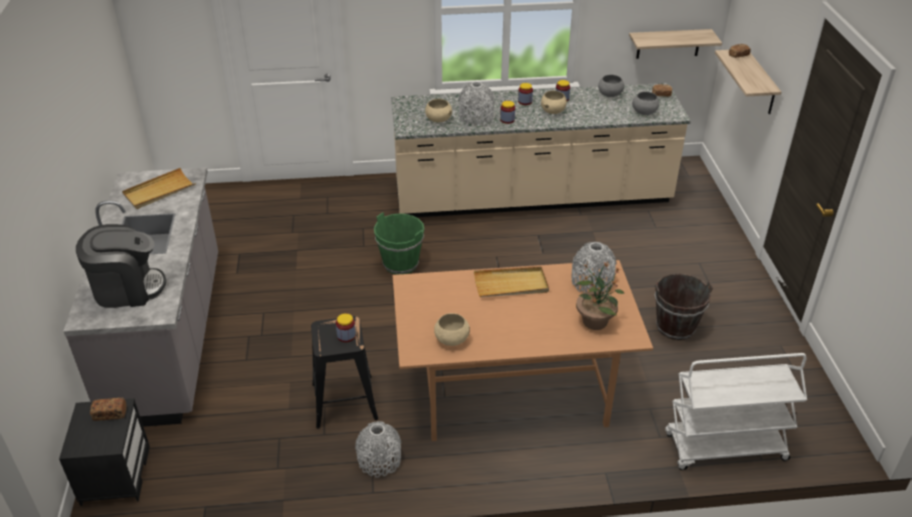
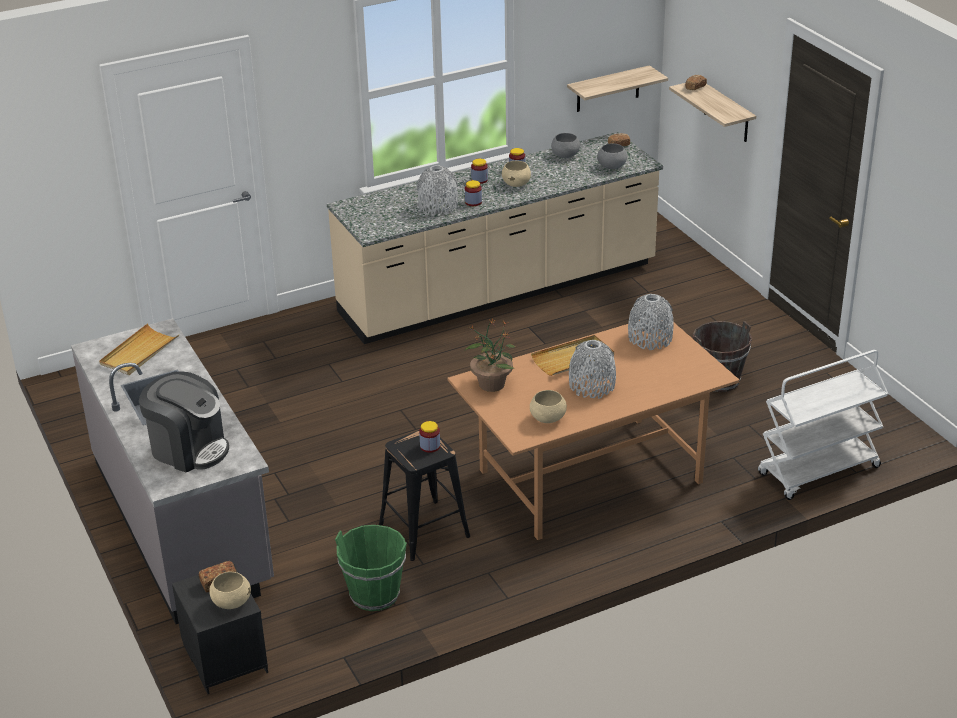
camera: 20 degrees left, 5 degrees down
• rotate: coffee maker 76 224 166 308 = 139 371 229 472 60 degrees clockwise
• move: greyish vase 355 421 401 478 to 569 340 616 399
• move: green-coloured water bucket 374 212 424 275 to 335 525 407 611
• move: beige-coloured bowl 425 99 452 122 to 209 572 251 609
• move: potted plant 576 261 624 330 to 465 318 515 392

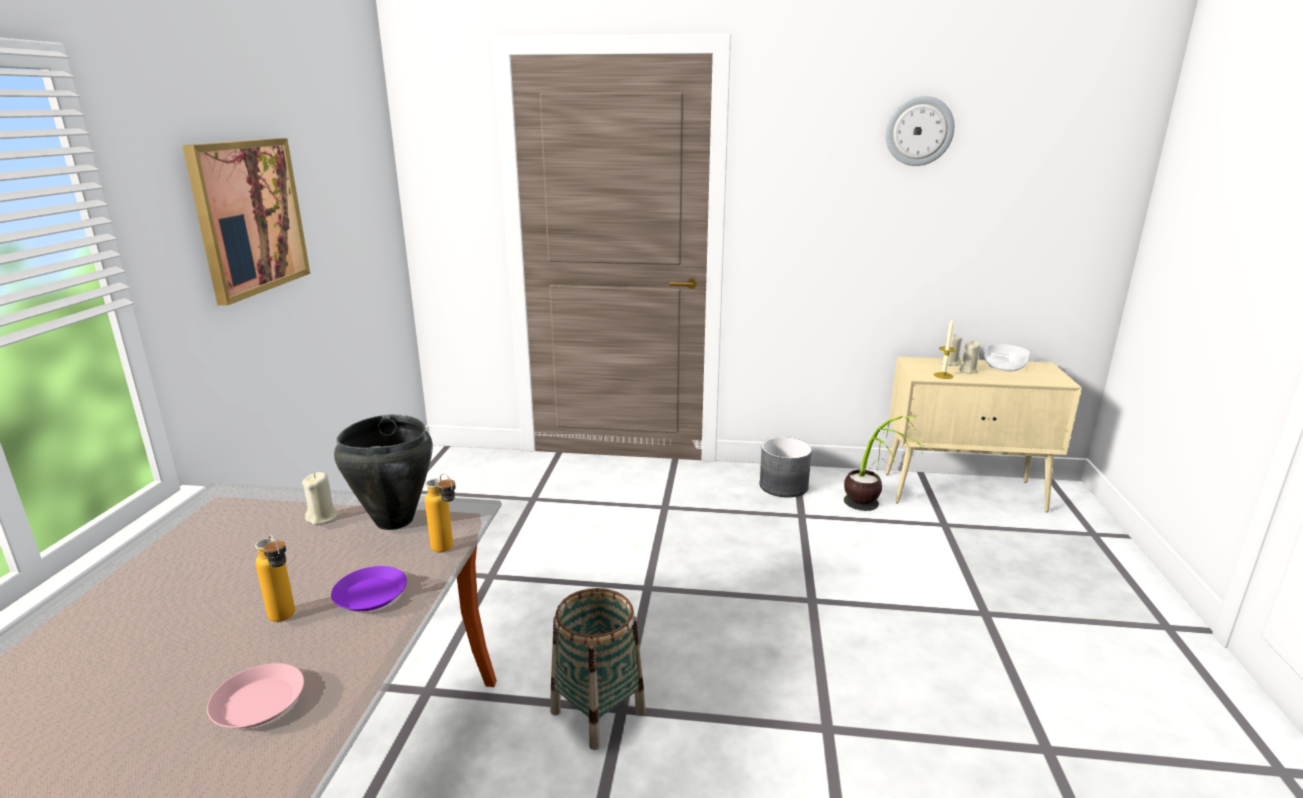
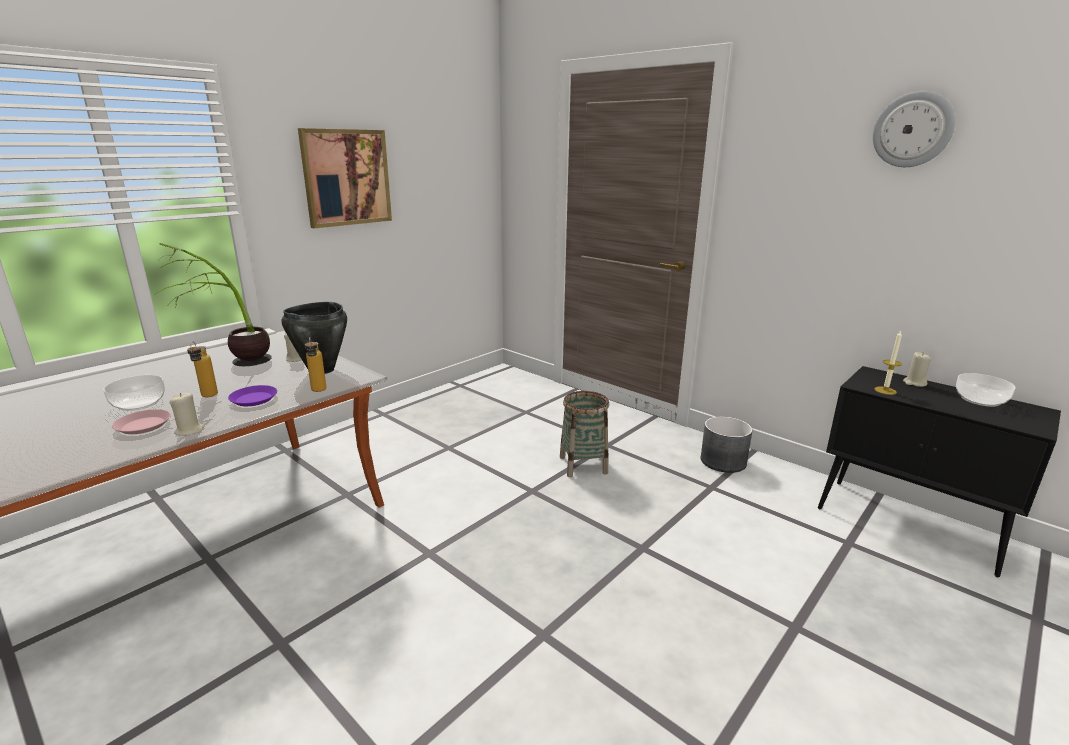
camera: 35 degrees right, 0 degrees up
• move: storage basket 550 588 646 750 to 560 391 609 477
• move: potted plant 844 416 924 511 to 154 243 272 366
• recolor: beige-coloured cabinet 885 357 1082 512 to black cabinet 818 366 1061 578
• move: beige-coloured wax candle 958 341 981 373 to 169 393 204 436
• insert: bowl 103 375 165 411

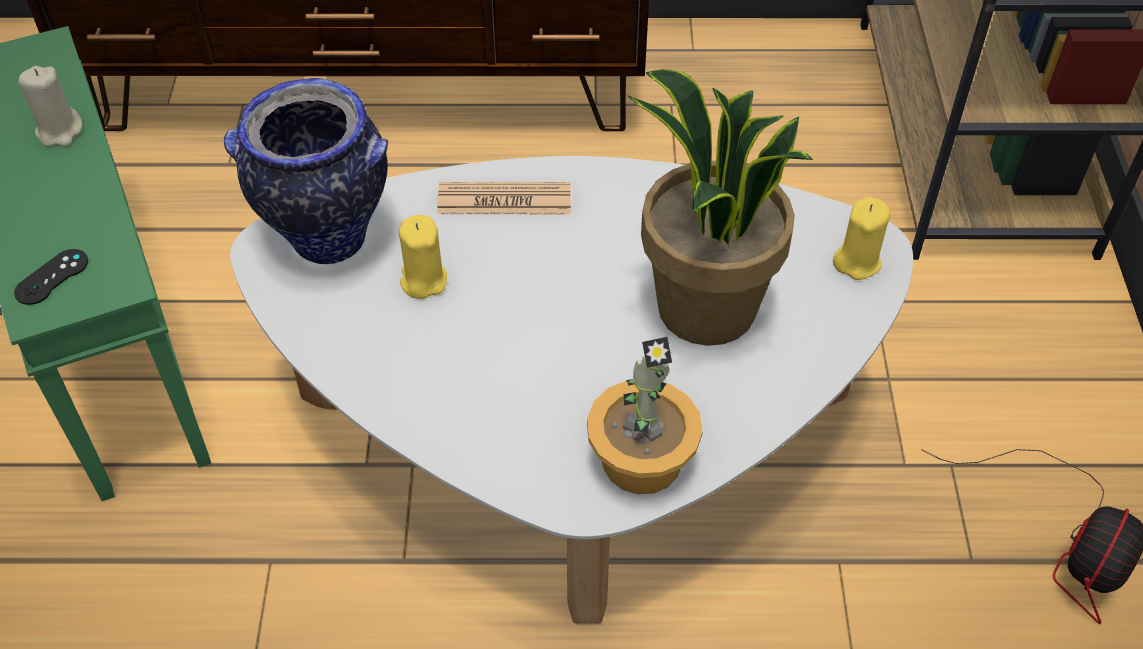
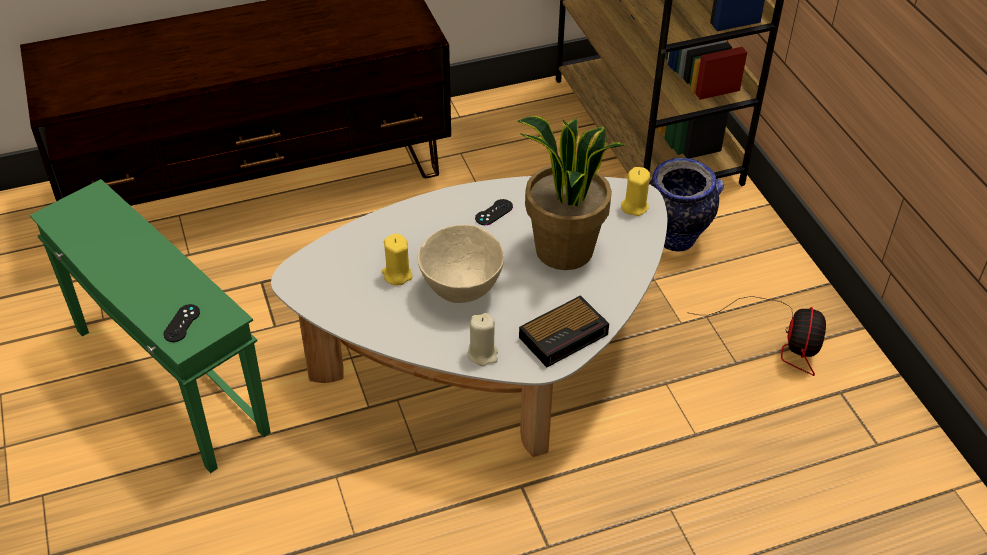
camera: 20 degrees left, 5 degrees down
• move: beige-coloured wax candle 18 66 83 146 to 468 313 498 366
• move: vase 224 78 388 264 to 649 158 724 251
• delete: daily paper 437 182 571 214
• replace: potted plant 587 337 703 494 to table clock 519 295 609 367
• insert: beige-coloured bowl 417 225 504 303
• insert: black gamepad 475 199 513 225

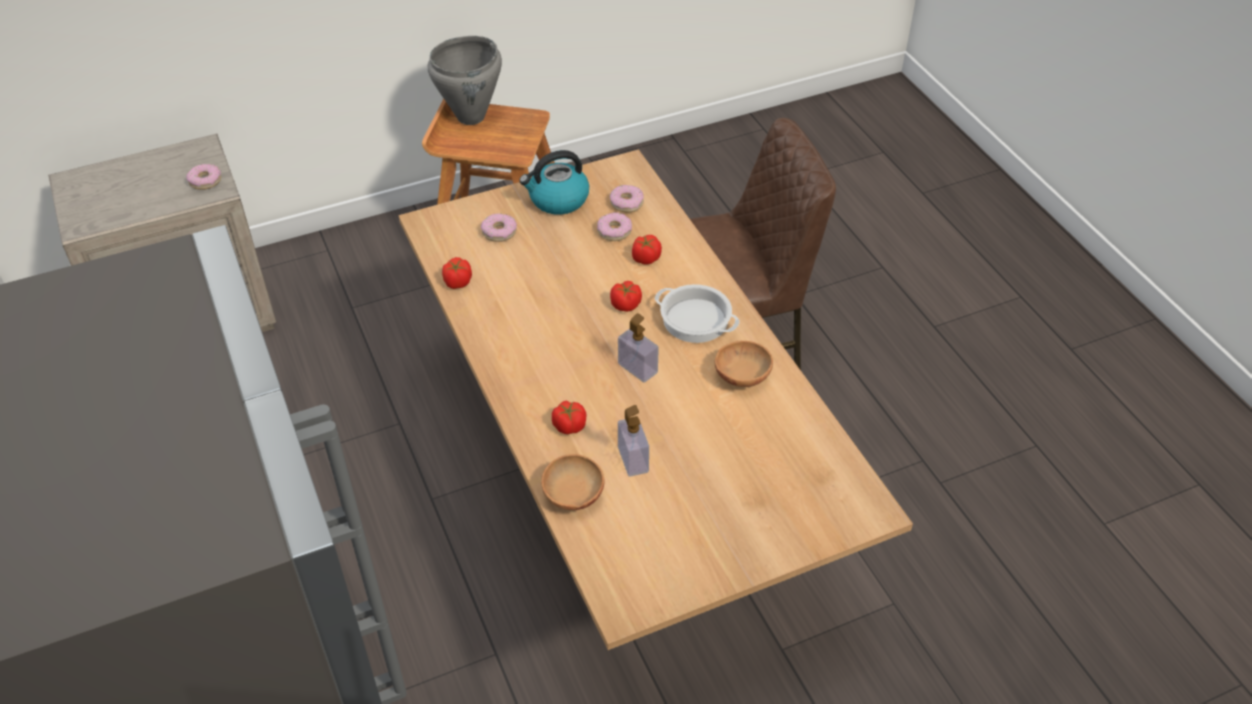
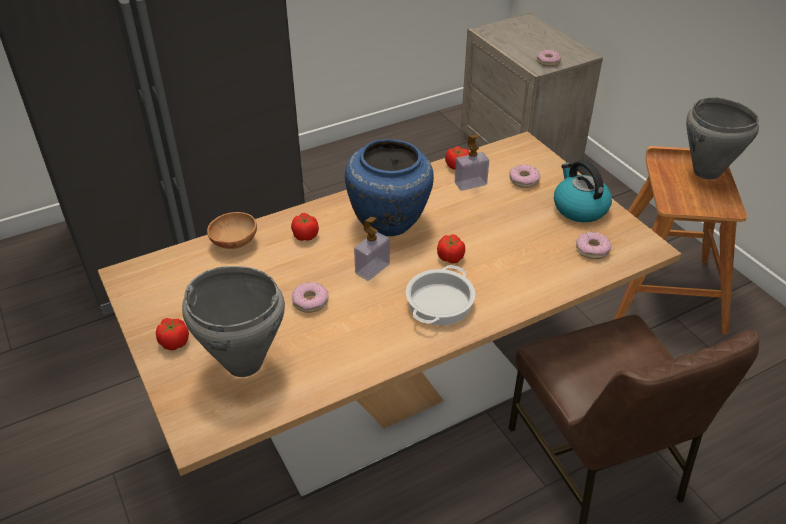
camera: 85 degrees right, 5 degrees down
• move: doughnut 597 212 632 241 to 292 282 329 313
• move: soap dispenser 618 405 649 477 to 455 135 489 191
• move: fresh tomato 632 235 662 264 to 156 318 189 350
• delete: brown-coloured bowl 715 341 773 387
• insert: greyish saucepot 182 266 285 377
• insert: bluish vase 345 139 434 236

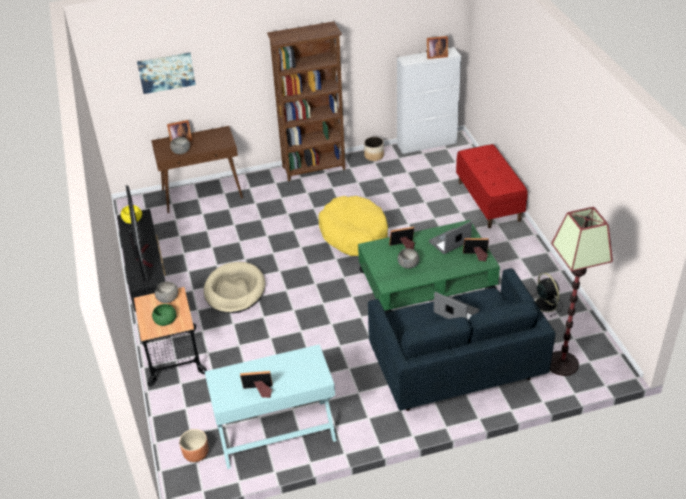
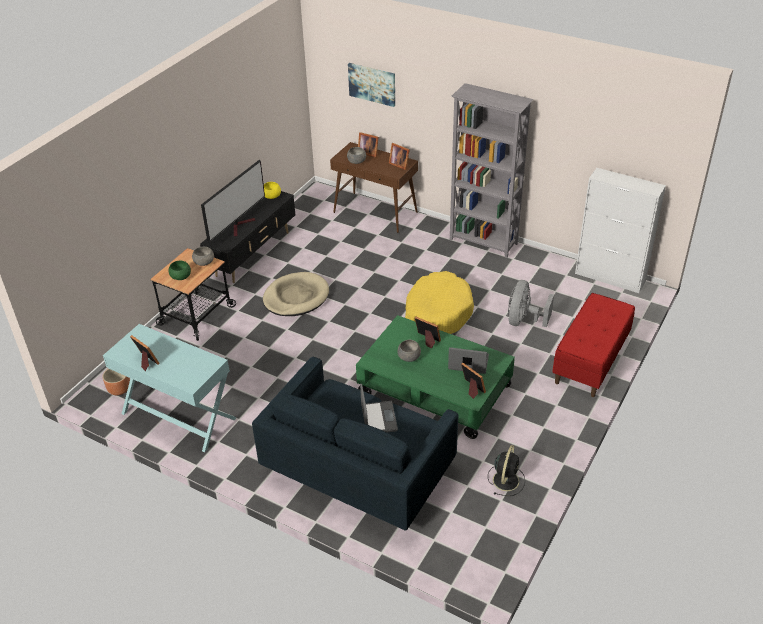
camera: 45 degrees right, 0 degrees up
• recolor: brown-coloured shelving unit 267 21 345 181 to greyish shelving unit 450 83 534 258
• delete: flower pot 364 137 384 161
• move: standing frame 426 36 448 59 to 389 143 410 170
• delete: standard lamp 550 207 613 376
• insert: greyish fan 508 280 554 327

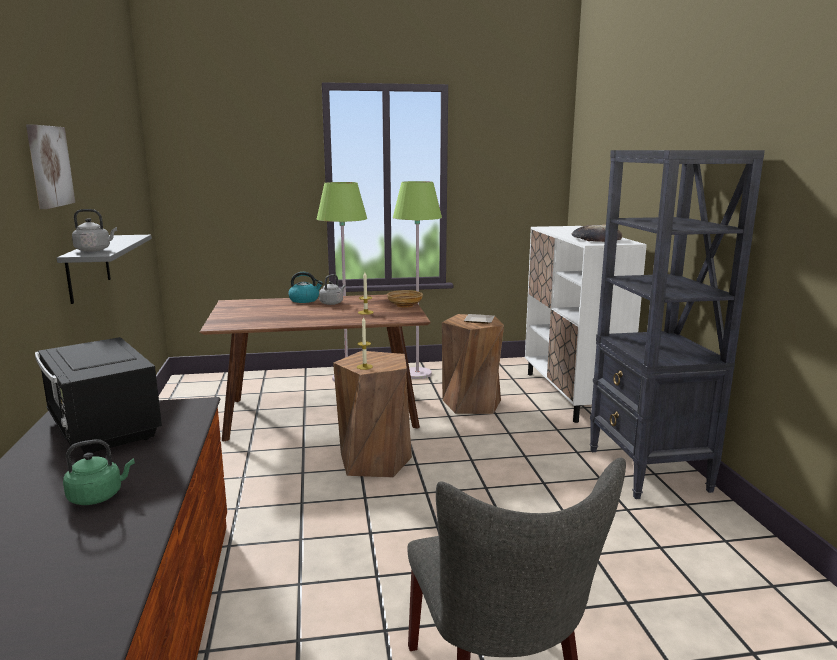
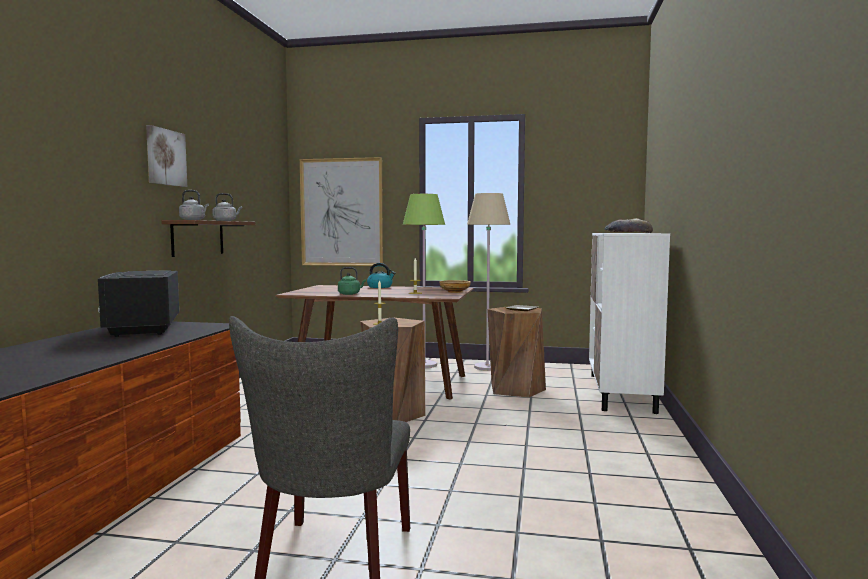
camera: 20 degrees right, 10 degrees down
• recolor: greyish bracket shelf 57 235 152 304 to brown-coloured bracket shelf 161 220 256 257
• move: green-coloured tea kettle 63 439 135 505 to 338 267 366 295
• move: greyish tea kettle 319 274 346 305 to 212 193 243 221
• recolor: green-coloured standard lamp 393 181 442 379 to beige-coloured standard lamp 467 193 511 371
• delete: black shelving unit 590 150 765 499
• insert: picture 300 157 383 266

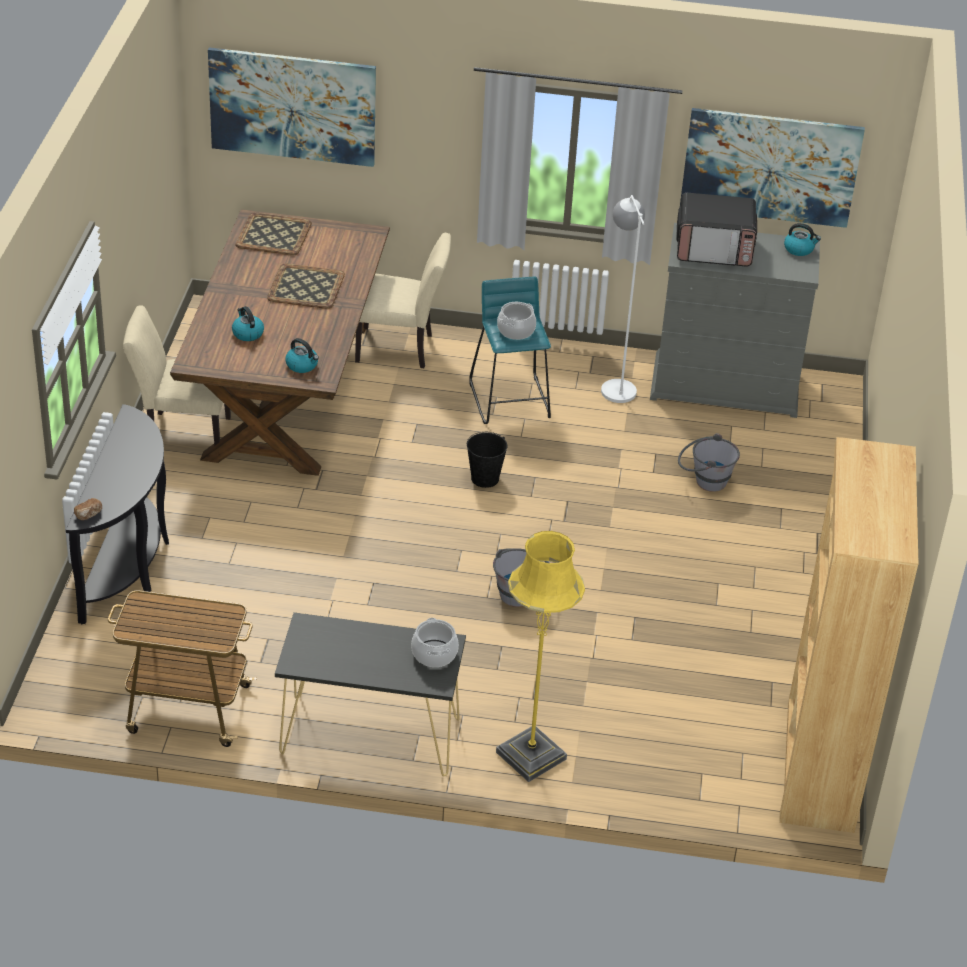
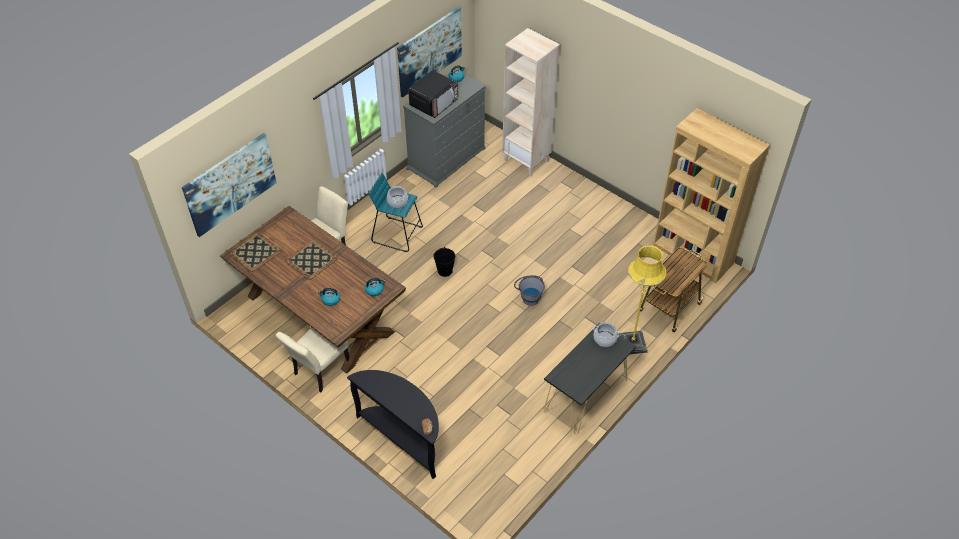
camera: 55 degrees left, 10 degrees up
• move: cart 108 590 257 747 to 640 248 707 332
• delete: white standard lamp 601 195 645 403
• delete: greyish water bucket 678 433 740 492
• insert: beige-coloured shelving unit 502 28 560 176

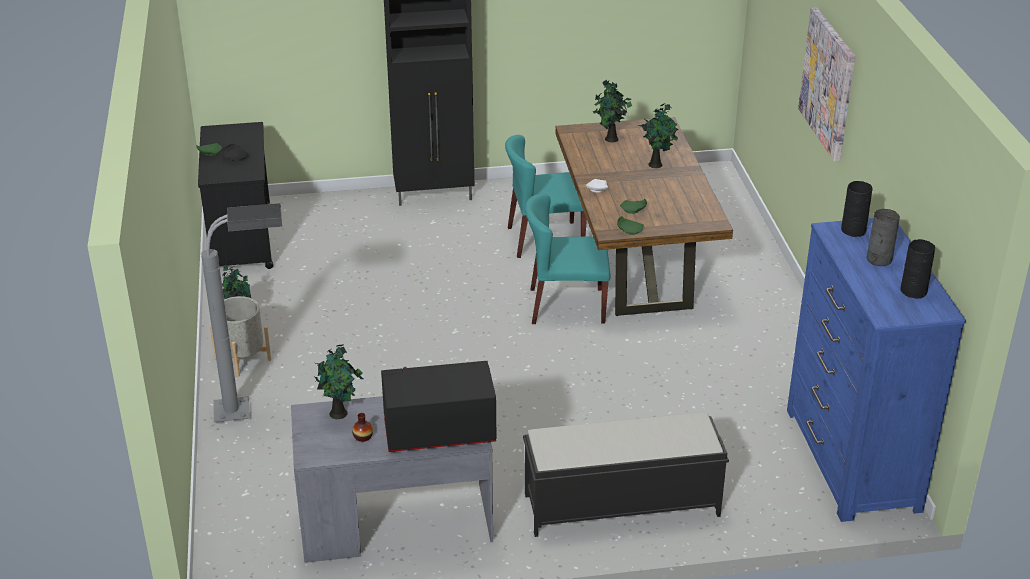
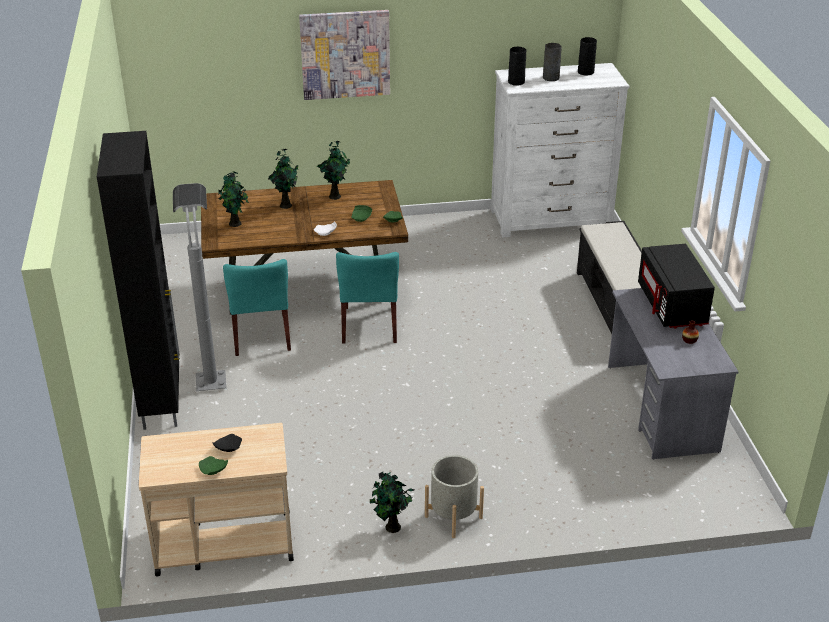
camera: 90 degrees left, 0 degrees up
• recolor: black cart 198 122 274 269 to beige-coloured cart 139 423 294 576
• move: greyish standard lamp 201 203 283 422 to 173 183 226 391
• move: potted plant 315 345 363 419 to 316 141 350 200
• recolor: bluish drawer chest 787 218 966 522 to white drawer chest 491 63 630 237

